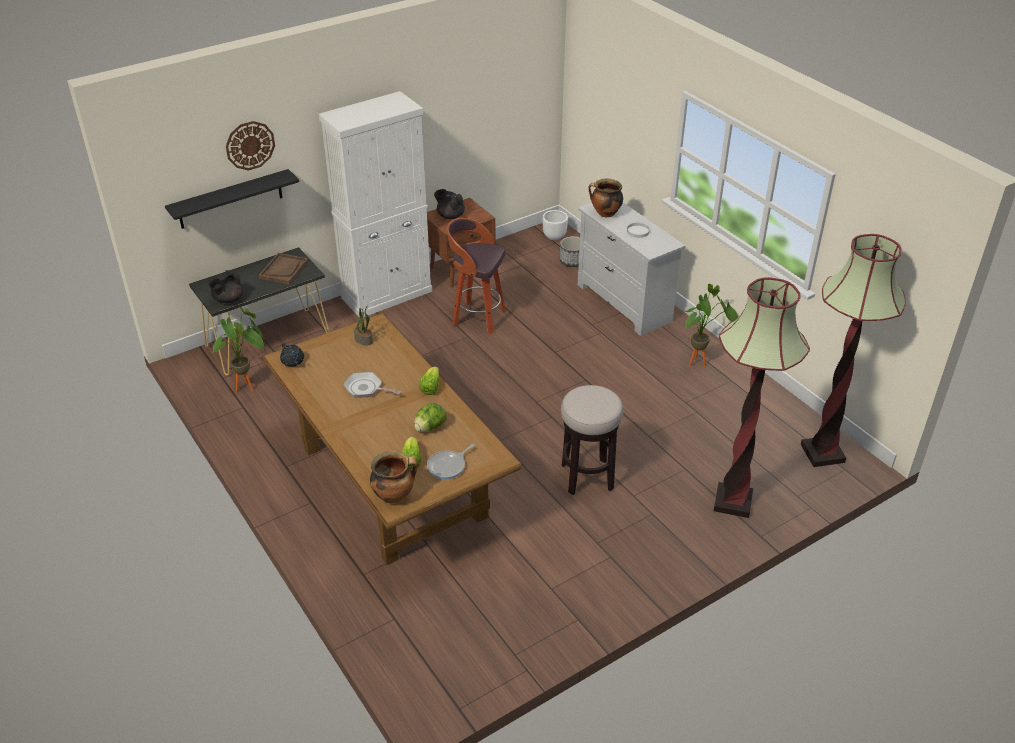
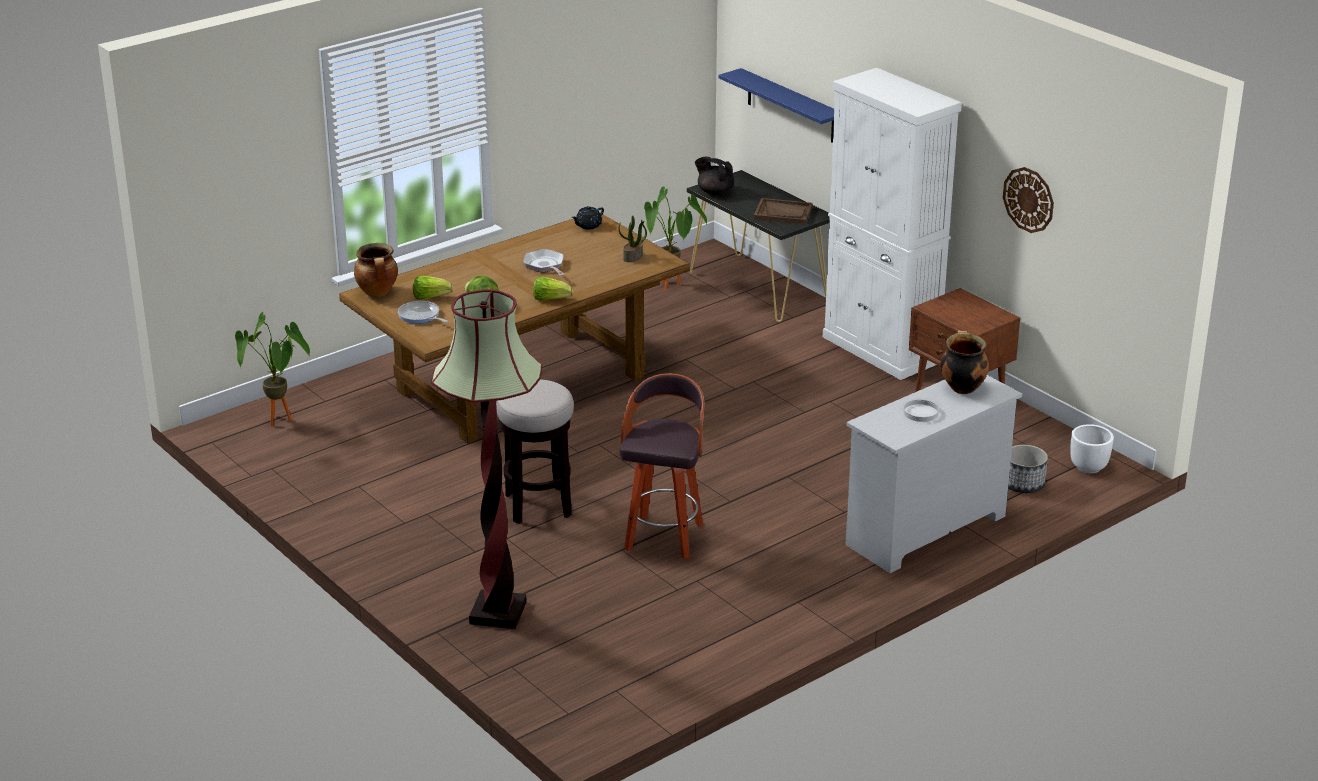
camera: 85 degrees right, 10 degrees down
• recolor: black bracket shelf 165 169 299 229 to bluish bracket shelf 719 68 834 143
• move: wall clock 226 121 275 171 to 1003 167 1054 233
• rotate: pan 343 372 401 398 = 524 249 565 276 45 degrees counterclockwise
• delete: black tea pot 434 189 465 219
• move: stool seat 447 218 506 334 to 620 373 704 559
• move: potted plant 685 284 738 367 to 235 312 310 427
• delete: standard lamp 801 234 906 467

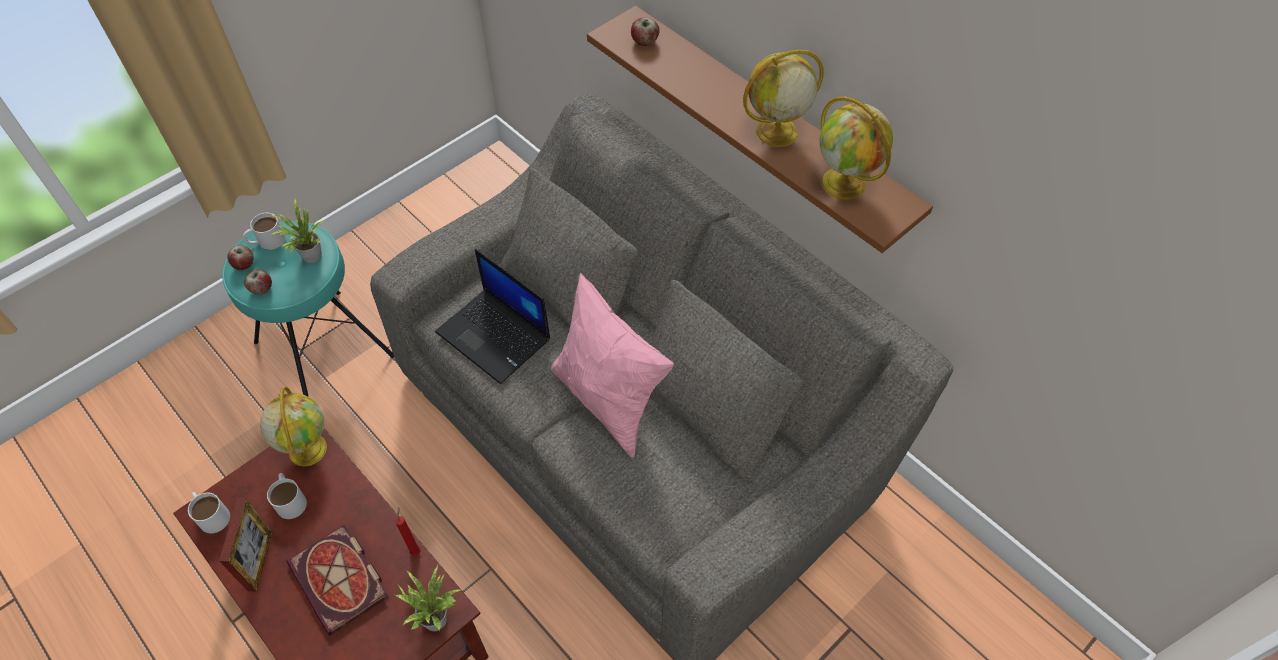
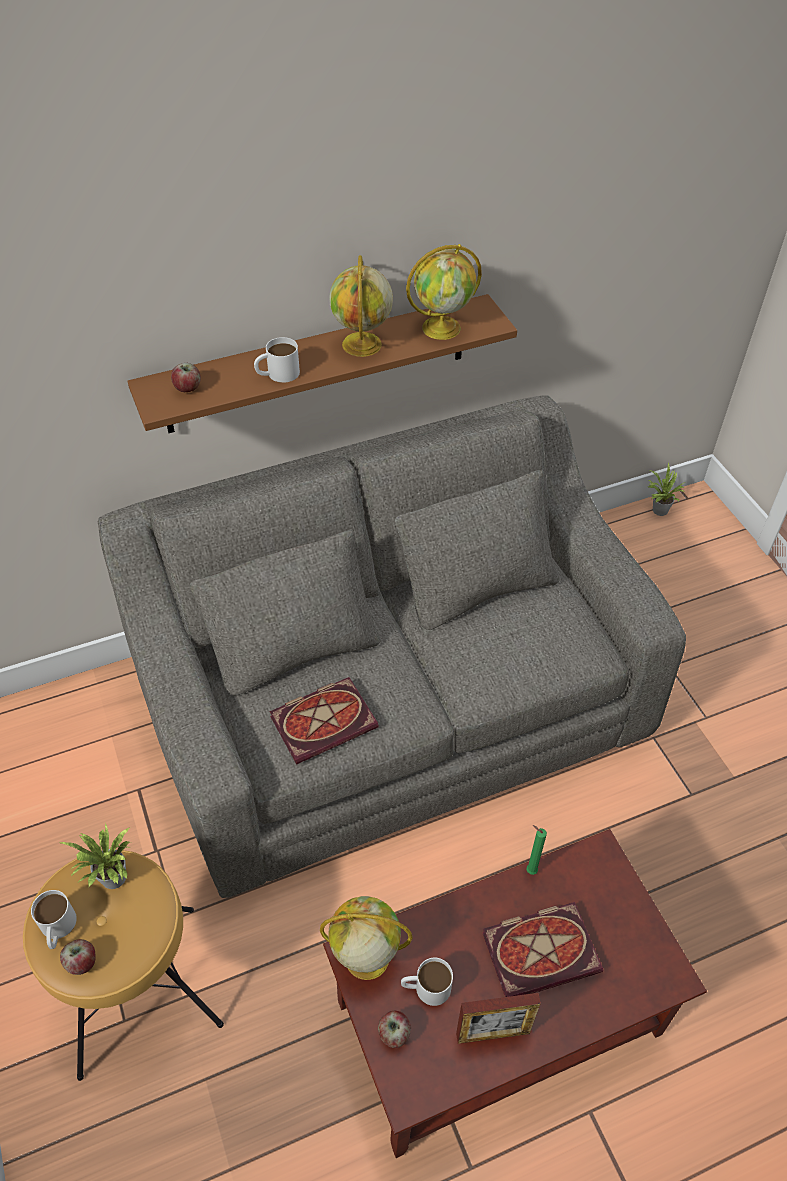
camera: 70 degrees left, 5 degrees down
• move: white mug 188 491 230 533 to 254 337 300 383
• rotate: standing frame 219 498 272 592 = 456 993 541 1044 150 degrees clockwise
• recolor: turquoise stool seat 222 221 394 397 to brown-coloured stool seat 23 850 224 1081
• move: apple 244 270 272 294 to 378 1011 411 1048
• recolor: reddish wax candle 395 508 420 556 to green-coloured wax candle 526 825 547 875
• move: potted plant 395 565 462 631 to 648 462 685 516
• replace: laptop 435 249 550 384 to bound book 270 677 379 764
• delete: pink-coloured cushion 551 273 674 458

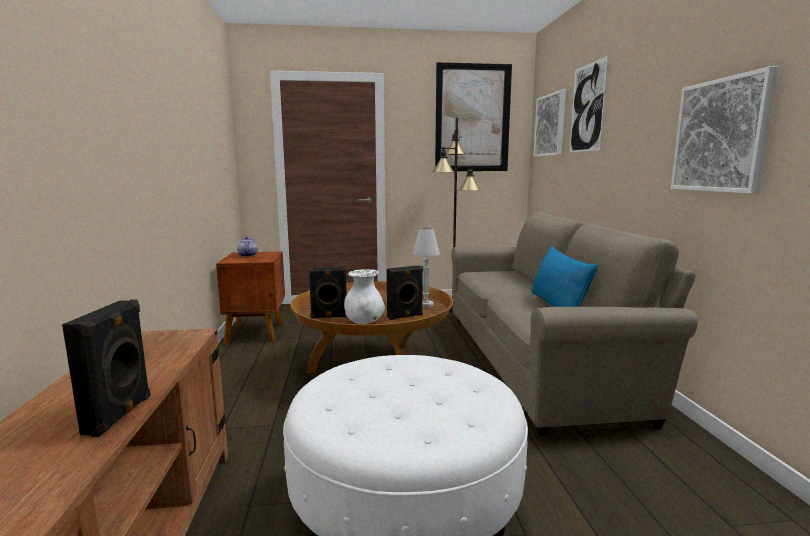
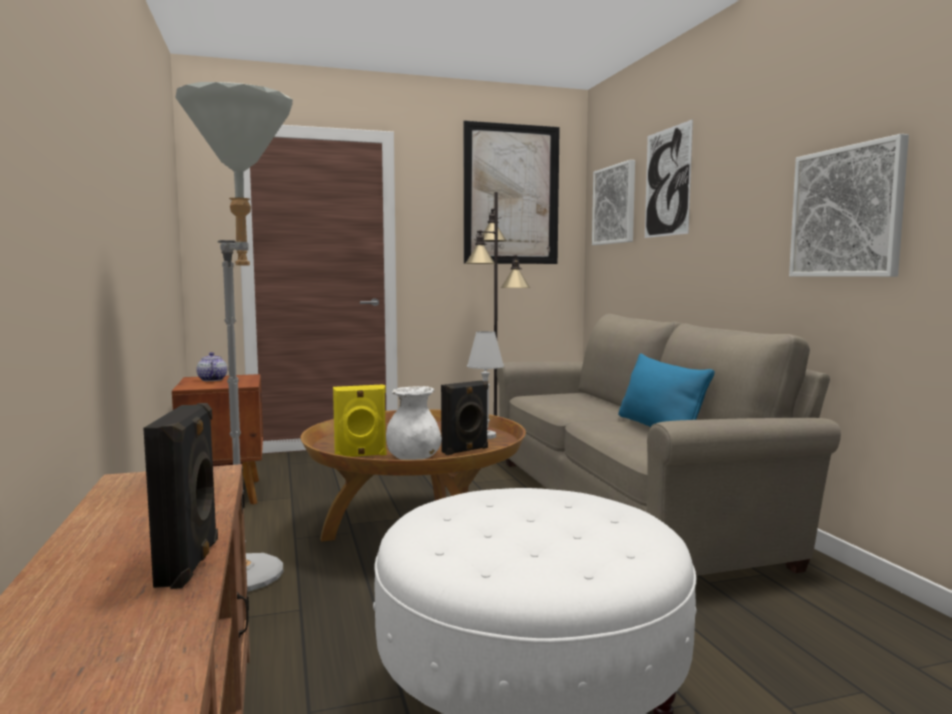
camera: 10 degrees left, 5 degrees down
• recolor: black loudspeaker 308 267 347 319 to yellowish loudspeaker 333 385 387 457
• insert: greyish standard lamp 175 82 293 591

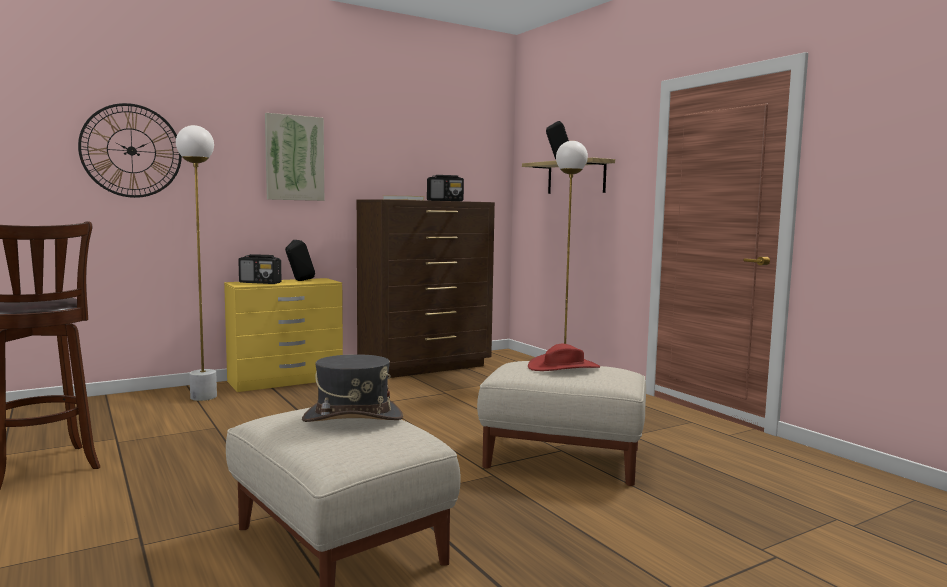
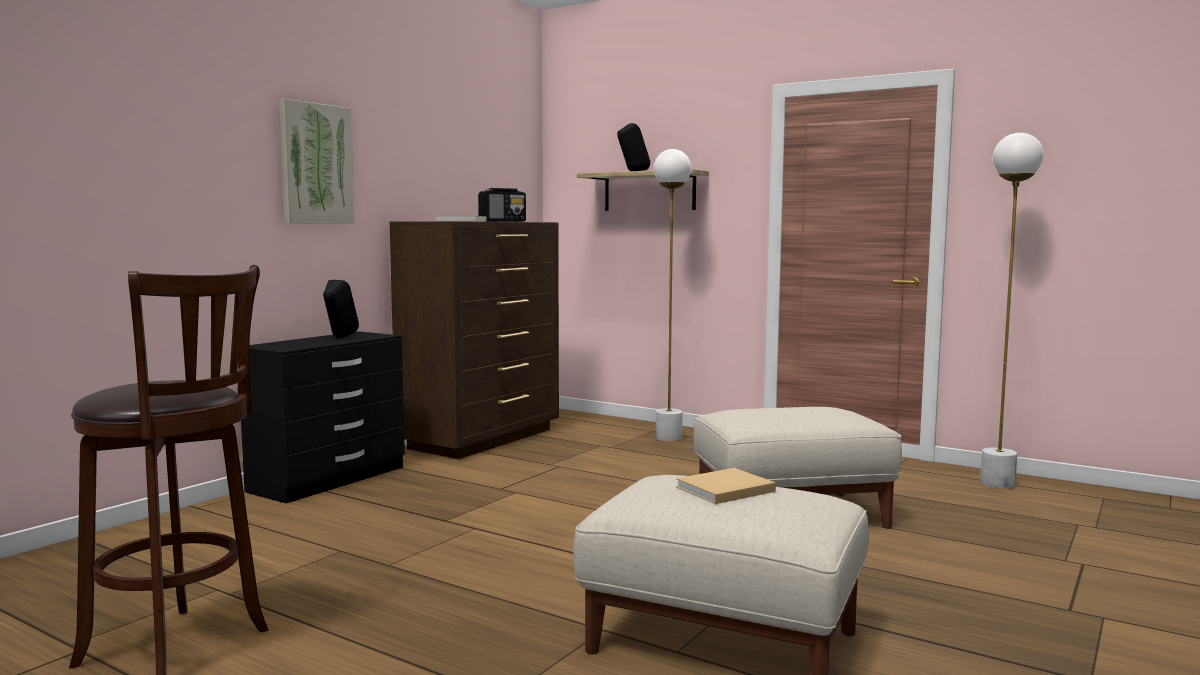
camera: 25 degrees left, 0 degrees up
• delete: wall clock 78 103 182 198
• move: white standard lamp 176 125 217 401 to 980 133 1044 489
• recolor: yellowish drawer chest 224 278 343 392 to black drawer chest 241 331 405 503
• delete: radio 238 254 282 284
• replace: greyish wearable hat 302 354 403 422 to beige-coloured bound book 676 468 776 504
• delete: reddish wearable hat 528 344 600 371

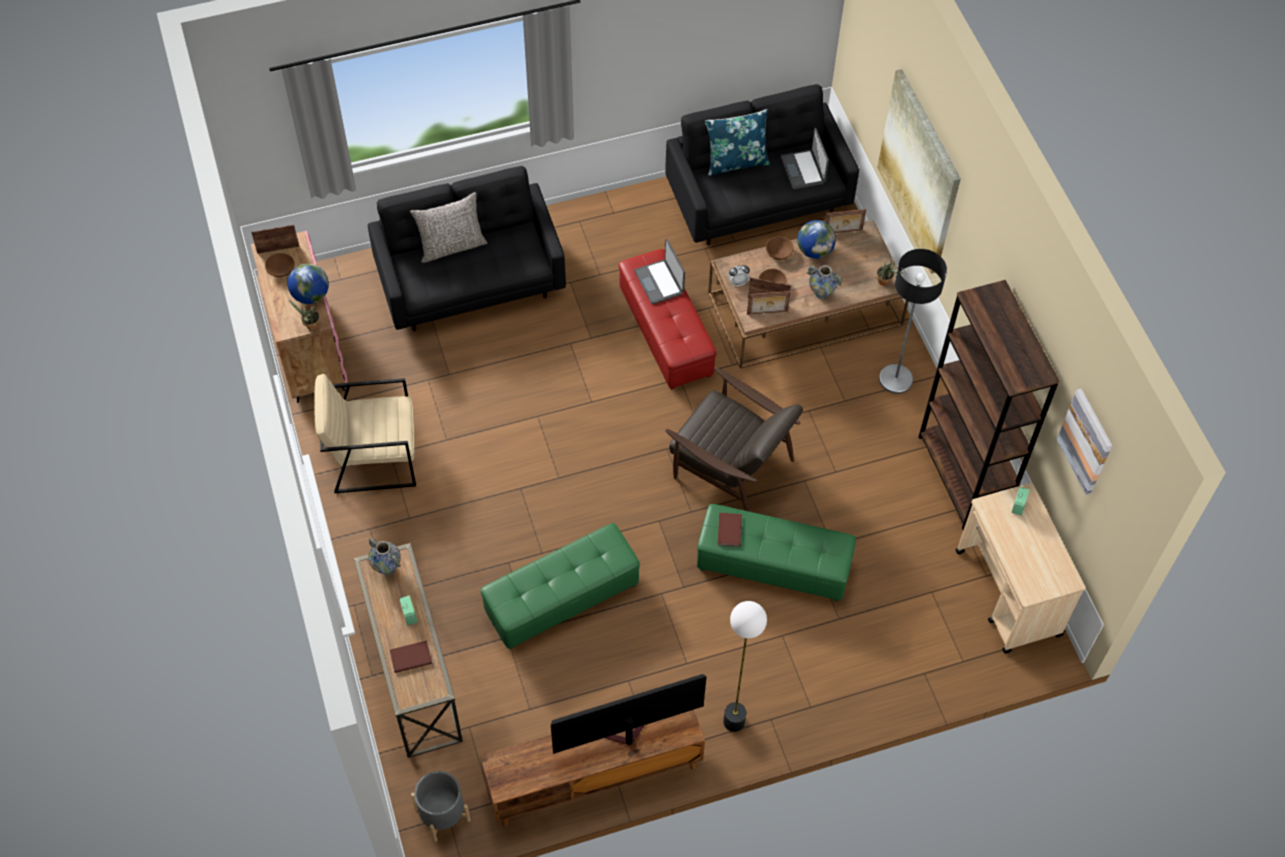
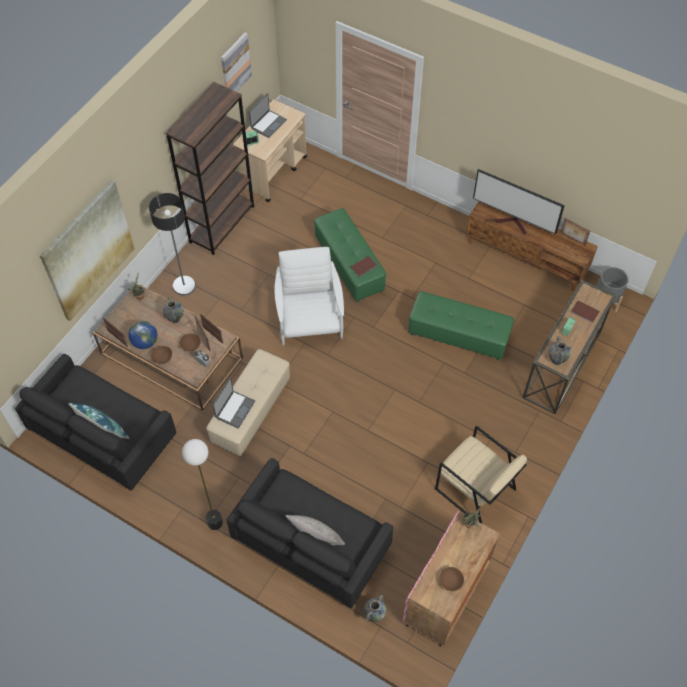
camera: 130 degrees left, 0 degrees up
• move: standing frame 251 225 300 254 to 561 218 590 246
• delete: desk globe 288 263 329 304
• recolor: reddish footrest 619 249 717 390 to beige-coloured footrest 206 349 290 456
• recolor: brown-coloured easy chair 666 367 803 512 to white easy chair 275 247 344 345
• move: standard lamp 723 601 767 732 to 182 439 223 530
• move: laptop 781 128 829 189 to 249 94 287 138
• insert: vase 364 595 387 622

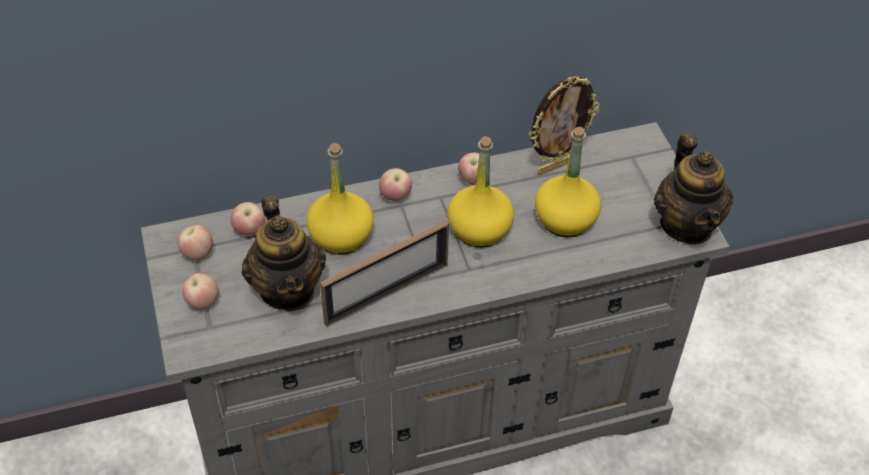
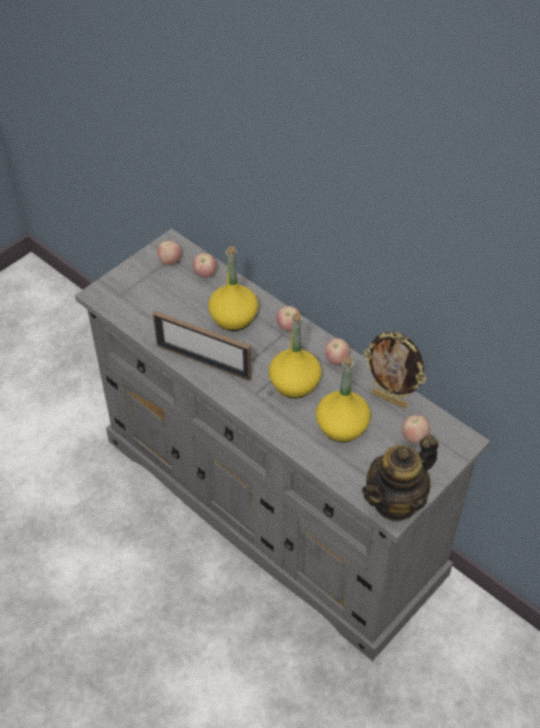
camera: 60 degrees right, 0 degrees up
• move: apple 182 273 219 310 to 402 415 430 444
• delete: tea pot 242 195 326 311

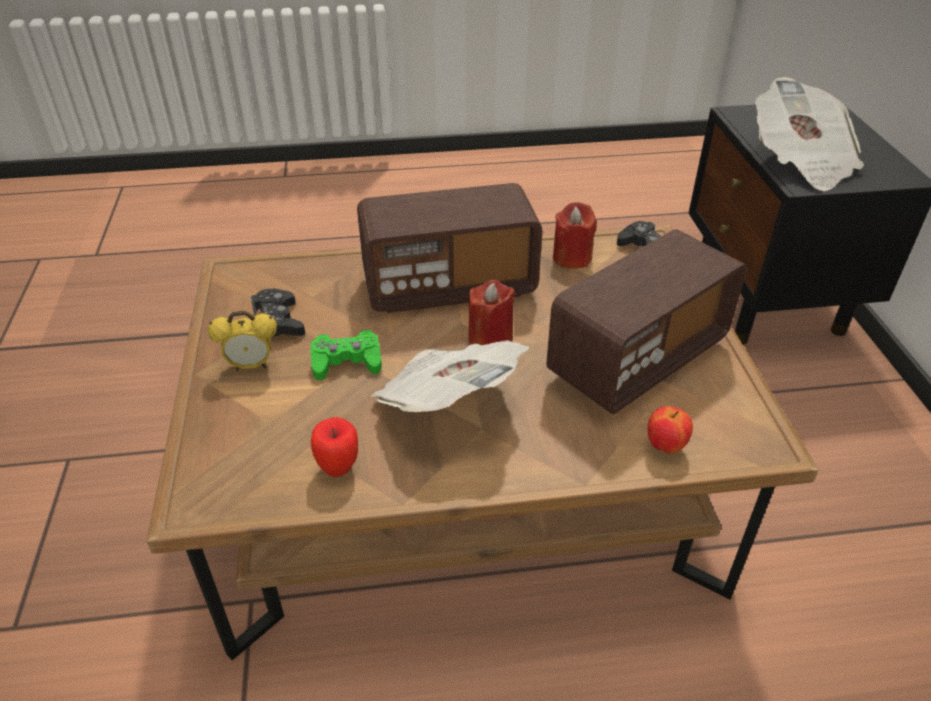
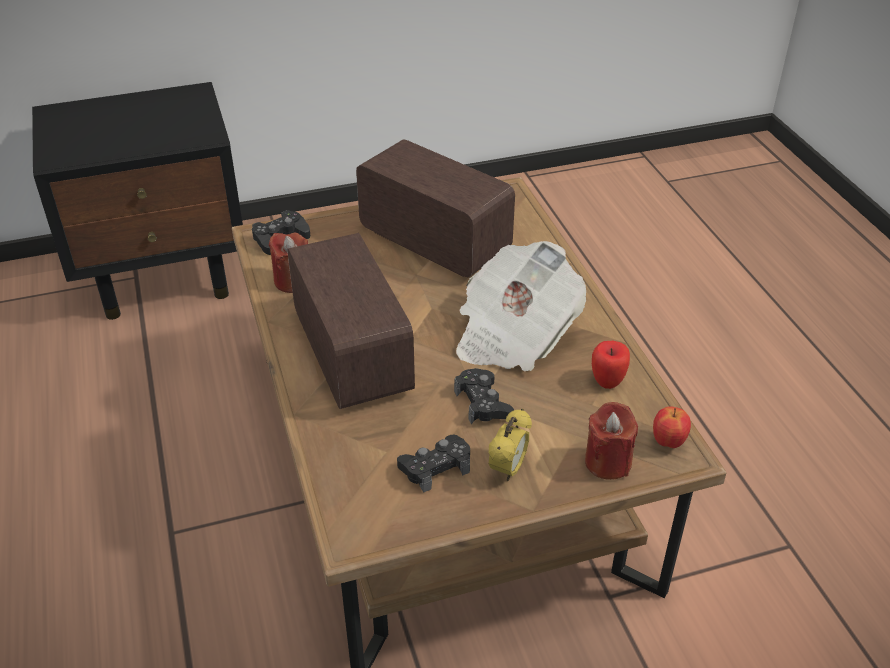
camera: 100 degrees left, 0 degrees up
• rotate: table clock 208 311 277 371 = 488 409 532 481 45 degrees clockwise
• recolor: green-coloured gamepad 311 330 382 380 to black gamepad 454 368 514 424
• move: reddish wax candle 468 280 515 345 to 585 402 638 480
• move: apple 648 406 693 454 to 653 406 691 448
• delete: daily paper 755 77 864 192

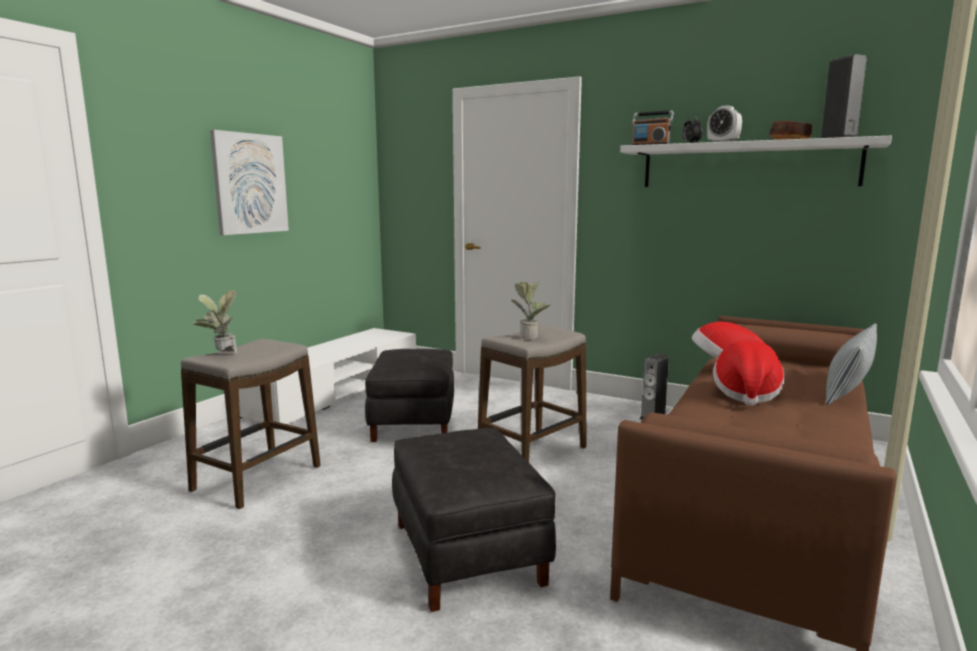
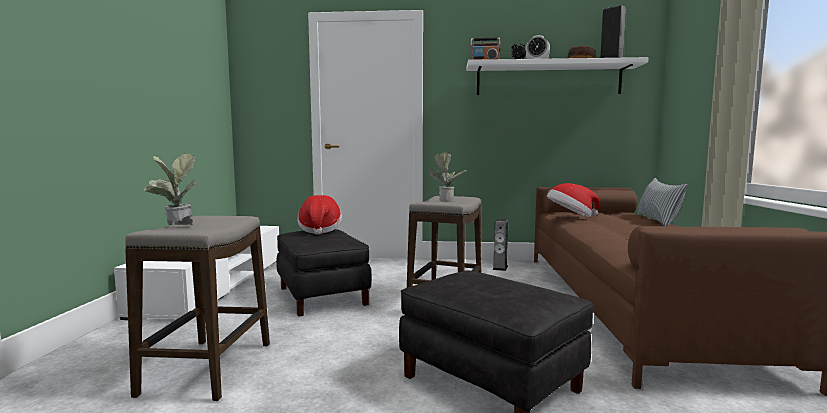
camera: 25 degrees left, 5 degrees down
• delete: picture 210 130 289 235
• move: wearable hat 713 340 784 406 to 298 195 342 235

